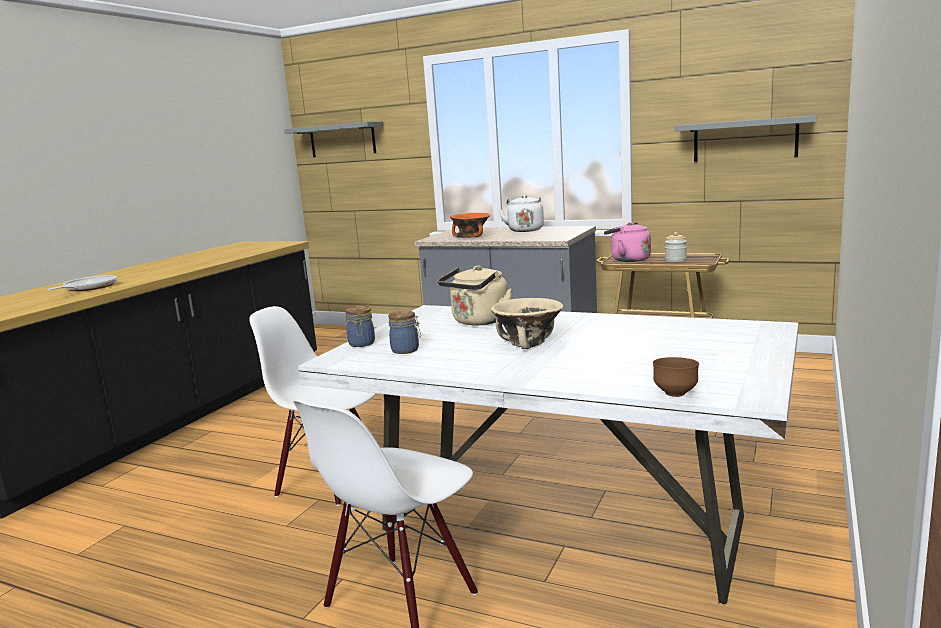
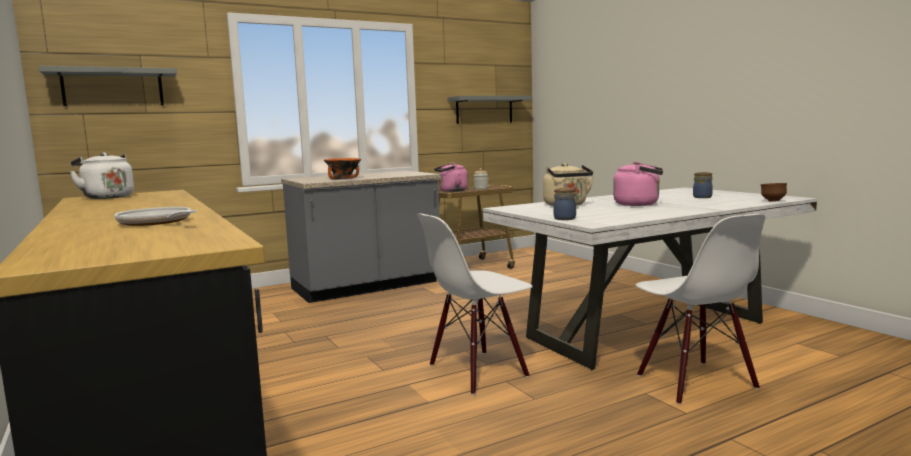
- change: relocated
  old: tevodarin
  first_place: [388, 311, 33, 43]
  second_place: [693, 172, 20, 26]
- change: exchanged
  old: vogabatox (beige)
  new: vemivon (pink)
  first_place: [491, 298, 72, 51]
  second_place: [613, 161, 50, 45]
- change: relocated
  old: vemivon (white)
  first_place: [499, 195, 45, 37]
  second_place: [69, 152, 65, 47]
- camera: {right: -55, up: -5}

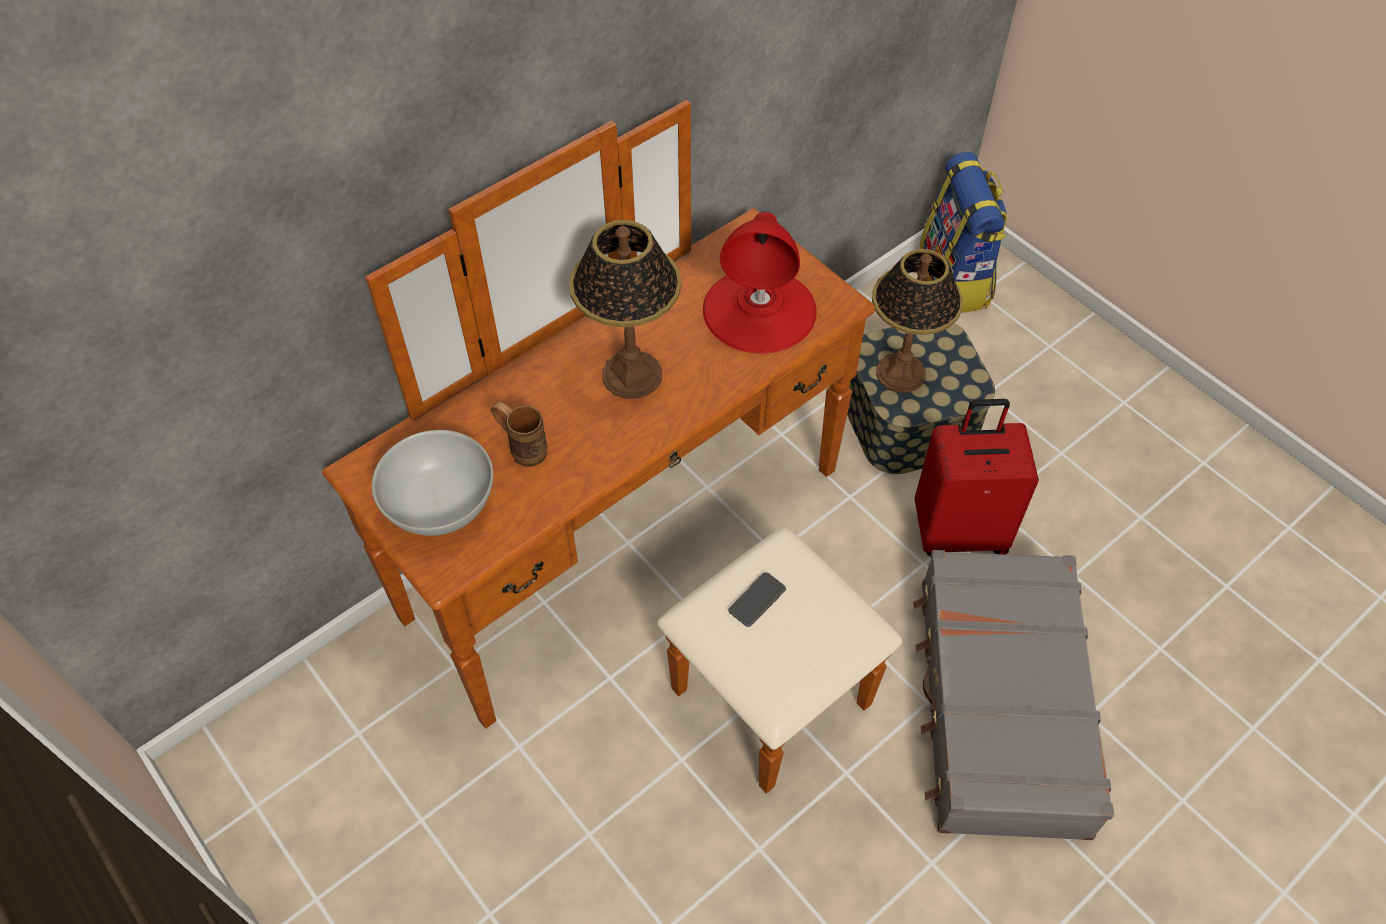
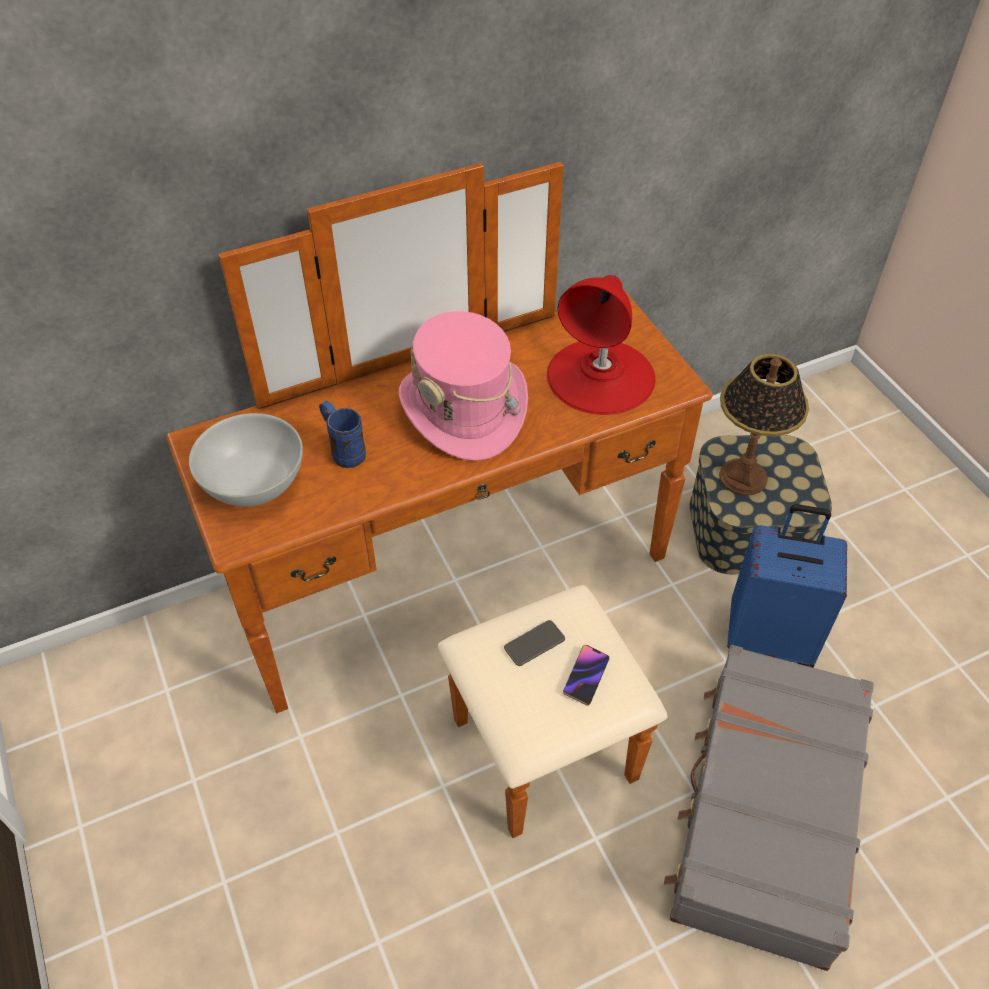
- change: colour
  old: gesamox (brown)
  new: gesamox (blue)
  first_place: [491, 402, 56, 65]
  second_place: [319, 401, 47, 67]
- change: exchanged
  old: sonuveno
  new: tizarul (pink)
  first_place: [569, 220, 112, 179]
  second_place: [399, 311, 129, 150]
- change: colour
  old: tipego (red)
  new: tipego (blue)
  first_place: [915, 399, 124, 157]
  second_place: [727, 504, 120, 164]
- change: missing
  old: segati
  first_place: [920, 152, 87, 161]
- change: appeared
  new: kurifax
  second_place: [563, 645, 47, 61]
- camera: {right: 15, up: -5}

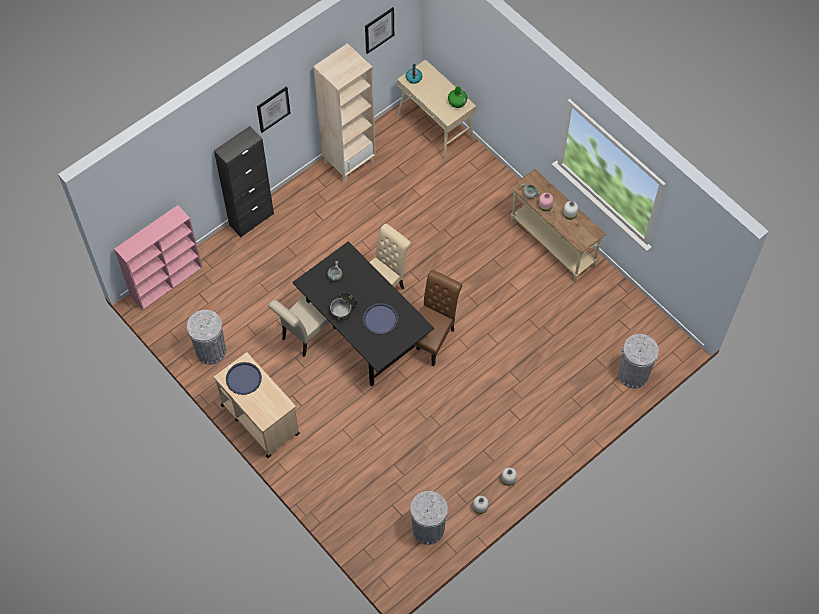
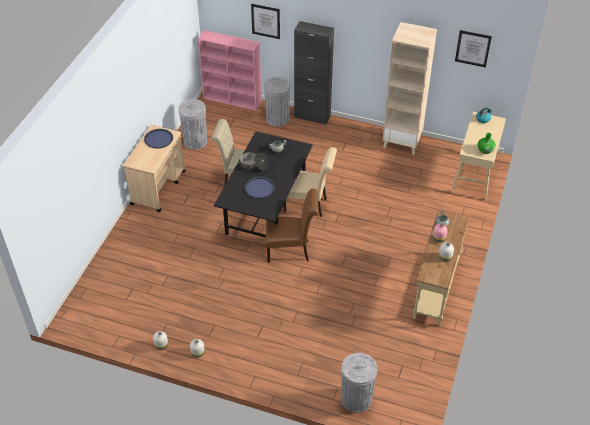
- change: relocated
  old: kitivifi
  first_place: [257, 86, 34, 47]
  second_place: [251, 4, 29, 35]
- change: relocated
  old: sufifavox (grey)
  first_place: [411, 491, 37, 54]
  second_place: [264, 77, 26, 50]
- camera: {right: 60, up: -15}

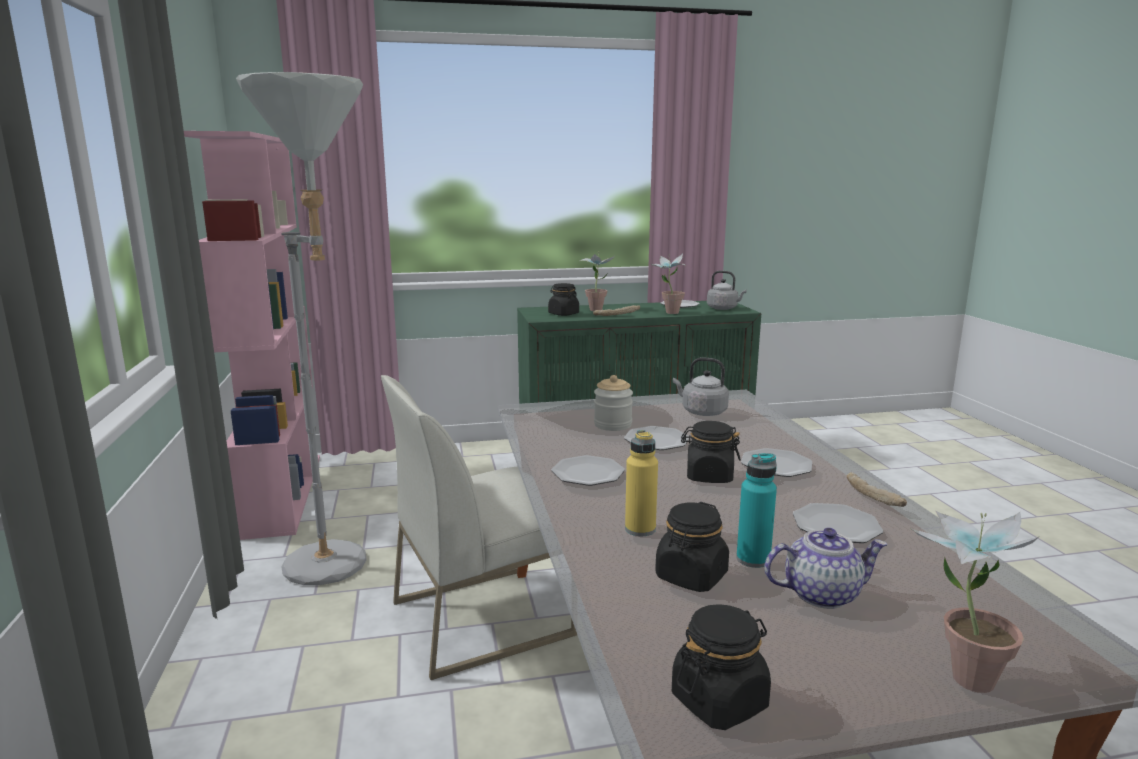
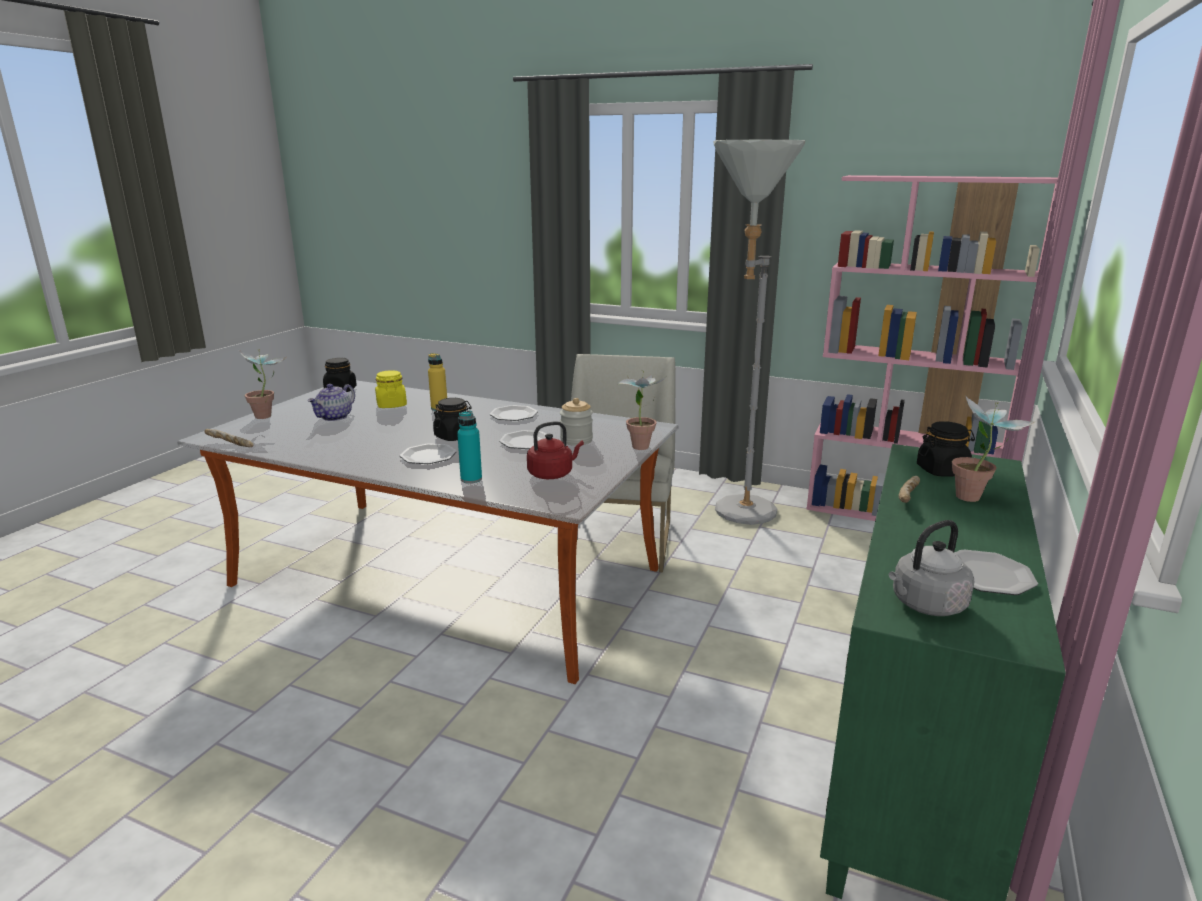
- change: relocated
  old: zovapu
  first_place: [651, 254, 35, 60]
  second_place: [617, 370, 48, 80]
- change: colour
  old: tevodarin (black)
  new: tevodarin (yellow)
  first_place: [655, 502, 74, 90]
  second_place: [375, 370, 32, 38]
- change: colour
  old: vemivon (grey)
  new: vemivon (red)
  first_place: [673, 358, 56, 58]
  second_place: [527, 421, 57, 58]
- change: relocated
  old: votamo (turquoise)
  first_place: [736, 453, 41, 115]
  second_place: [457, 410, 25, 74]
- change: missing
  old: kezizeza
  first_place: [793, 503, 90, 40]
- change: relocated
  old: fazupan
  first_place: [847, 472, 60, 35]
  second_place: [204, 429, 50, 18]
- camera: {right: 125, up: 5}

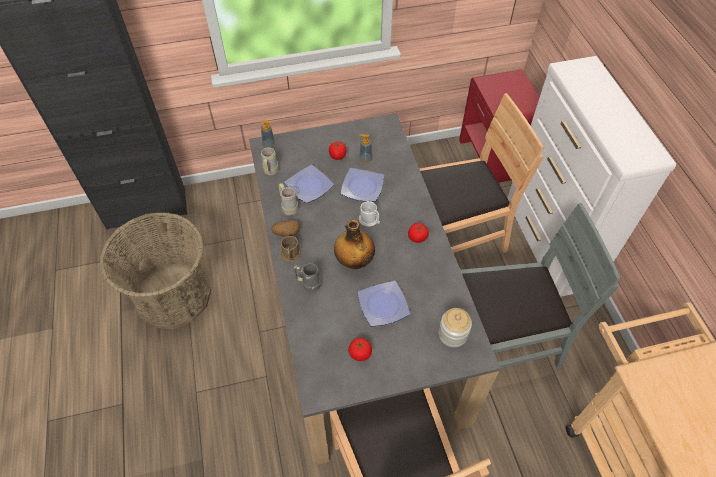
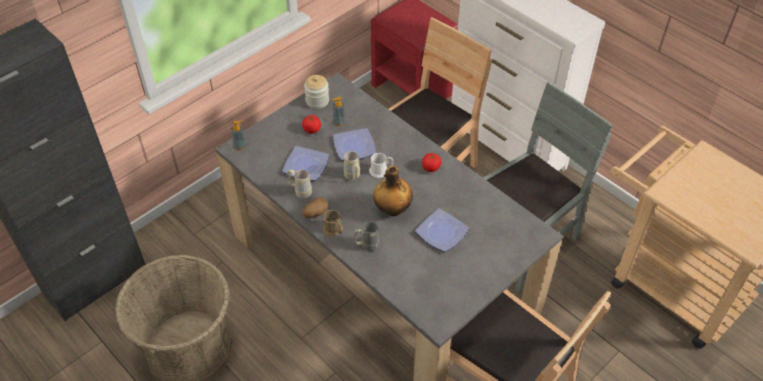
- change: relocated
  old: gesamox (beige)
  first_place: [261, 147, 18, 28]
  second_place: [344, 151, 16, 29]
- change: missing
  old: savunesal
  first_place: [348, 337, 24, 24]
- change: relocated
  old: tevodarin
  first_place: [439, 308, 33, 40]
  second_place: [304, 75, 25, 34]
- camera: {right: -30, up: -5}

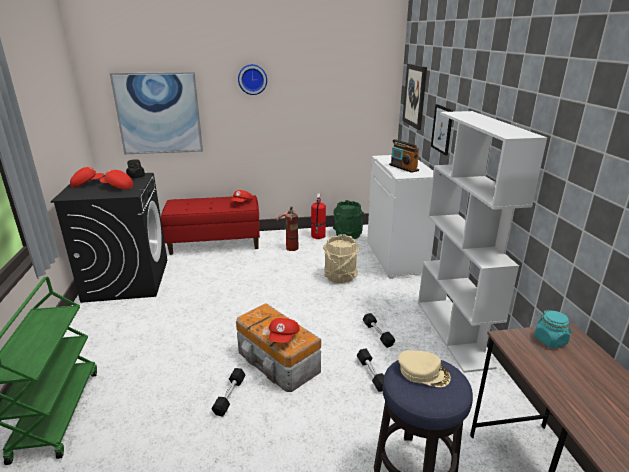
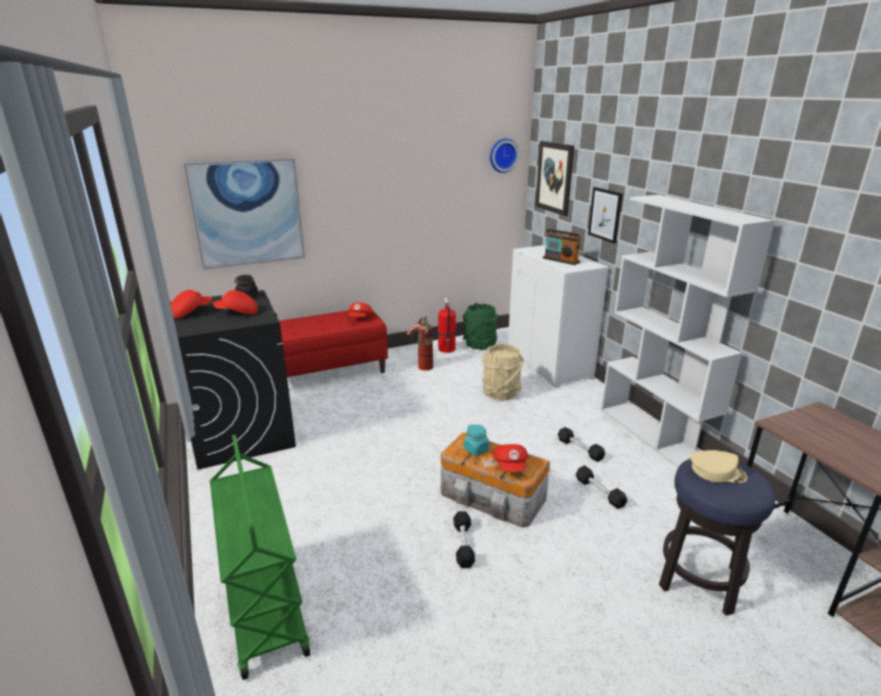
- change: relocated
  old: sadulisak
  first_place: [238, 64, 29, 31]
  second_place: [490, 139, 29, 34]
- change: relocated
  old: tevodarin (turquoise)
  first_place: [534, 310, 38, 38]
  second_place: [464, 424, 26, 32]
- camera: {right: -15, up: 0}

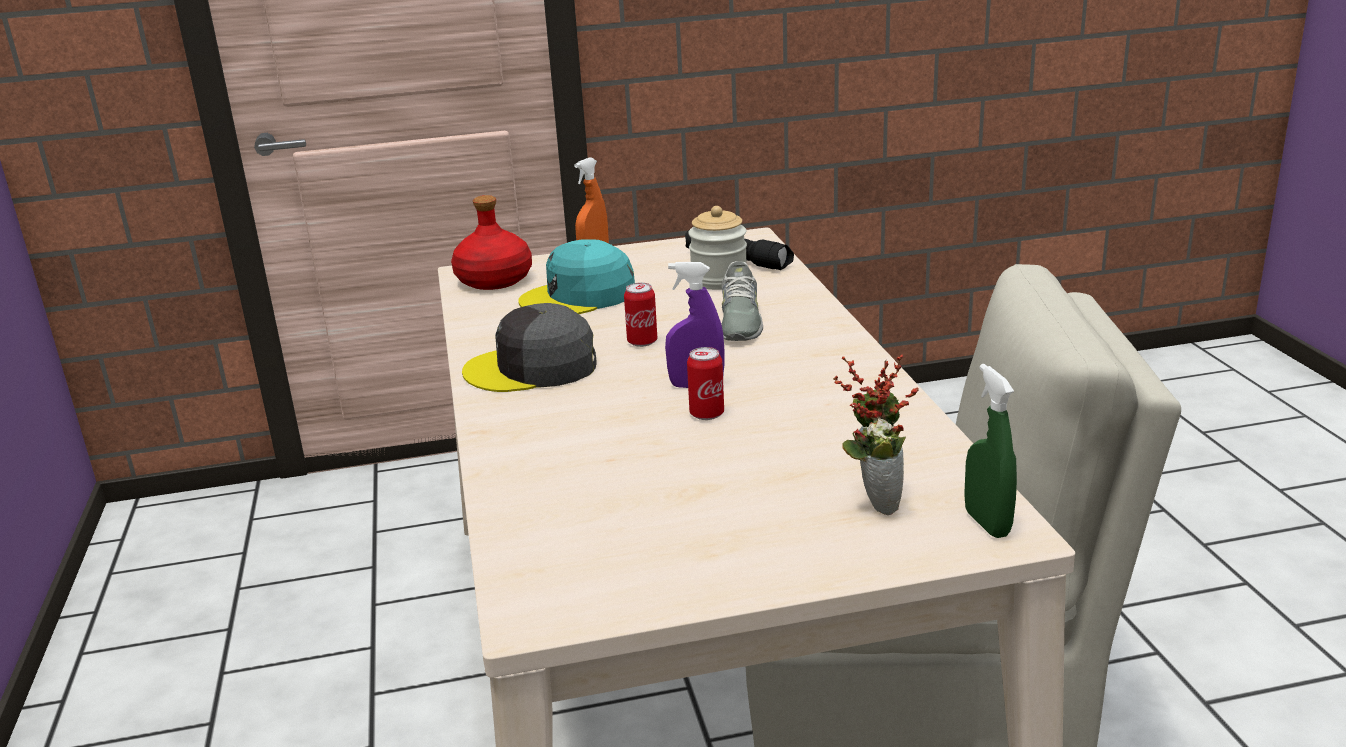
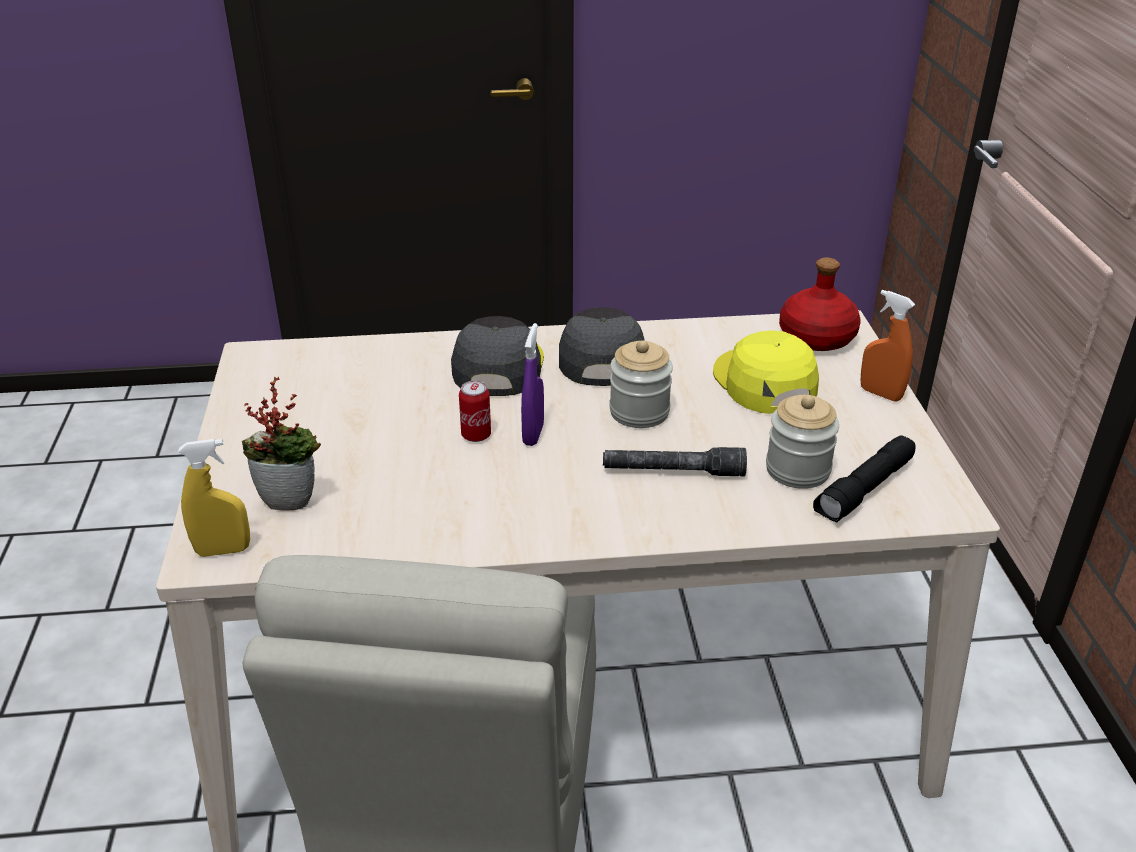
- change: colour
  old: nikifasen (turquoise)
  new: nikifasen (yellow)
  first_place: [518, 239, 117, 75]
  second_place: [713, 330, 106, 84]
- change: exchanged
  old: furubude
  new: tevodarin
  first_place: [624, 283, 33, 64]
  second_place: [609, 340, 64, 88]
- change: exchanged
  old: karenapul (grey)
  new: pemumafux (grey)
  first_place: [721, 261, 42, 80]
  second_place: [603, 447, 144, 29]
- change: colour
  old: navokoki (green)
  new: navokoki (yellow)
  first_place: [964, 364, 53, 174]
  second_place: [179, 439, 71, 118]
- change: appeared
  new: nikifasen (grey)
  second_place: [451, 316, 93, 80]
- camera: {right: 95, up: 10}

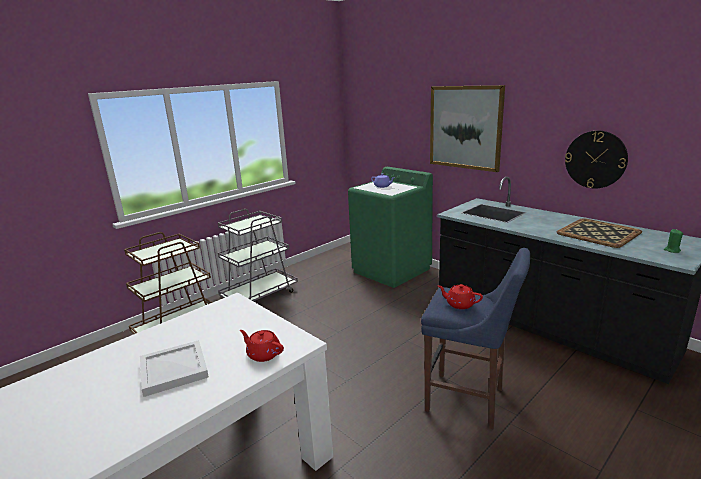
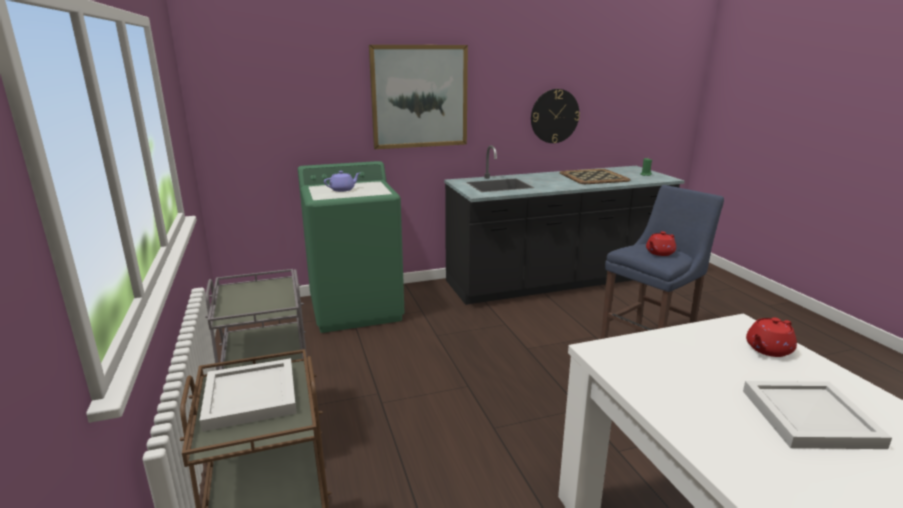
- change: appeared
  new: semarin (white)
  second_place: [199, 358, 98, 74]
- camera: {right: -65, up: 0}

